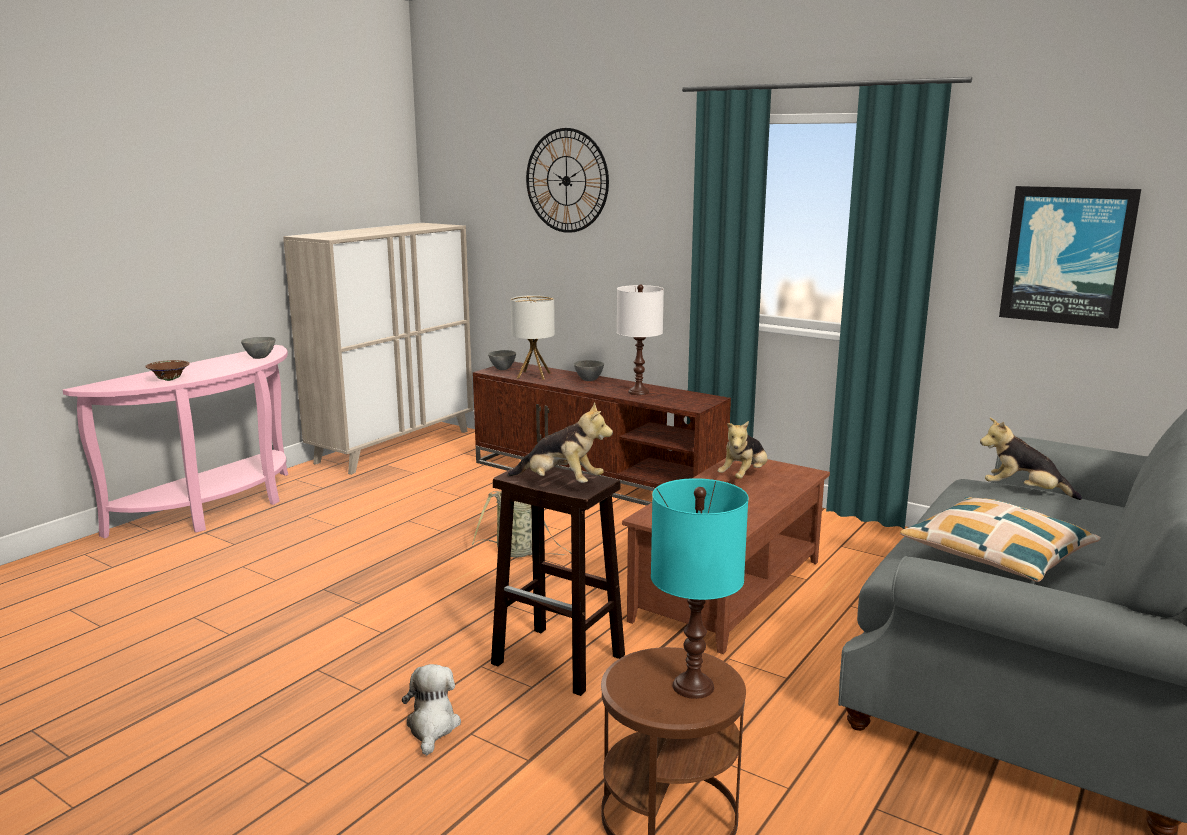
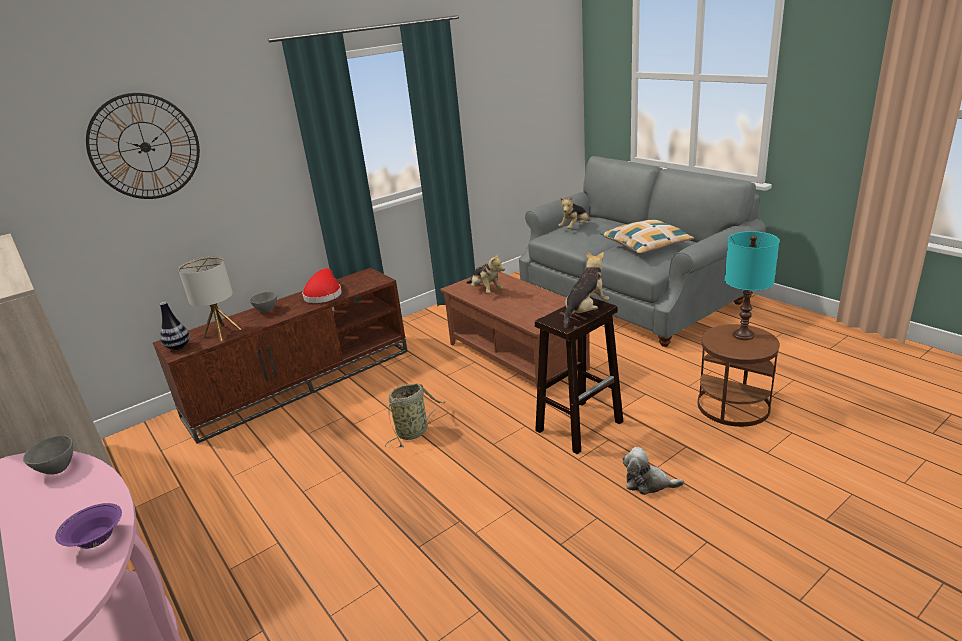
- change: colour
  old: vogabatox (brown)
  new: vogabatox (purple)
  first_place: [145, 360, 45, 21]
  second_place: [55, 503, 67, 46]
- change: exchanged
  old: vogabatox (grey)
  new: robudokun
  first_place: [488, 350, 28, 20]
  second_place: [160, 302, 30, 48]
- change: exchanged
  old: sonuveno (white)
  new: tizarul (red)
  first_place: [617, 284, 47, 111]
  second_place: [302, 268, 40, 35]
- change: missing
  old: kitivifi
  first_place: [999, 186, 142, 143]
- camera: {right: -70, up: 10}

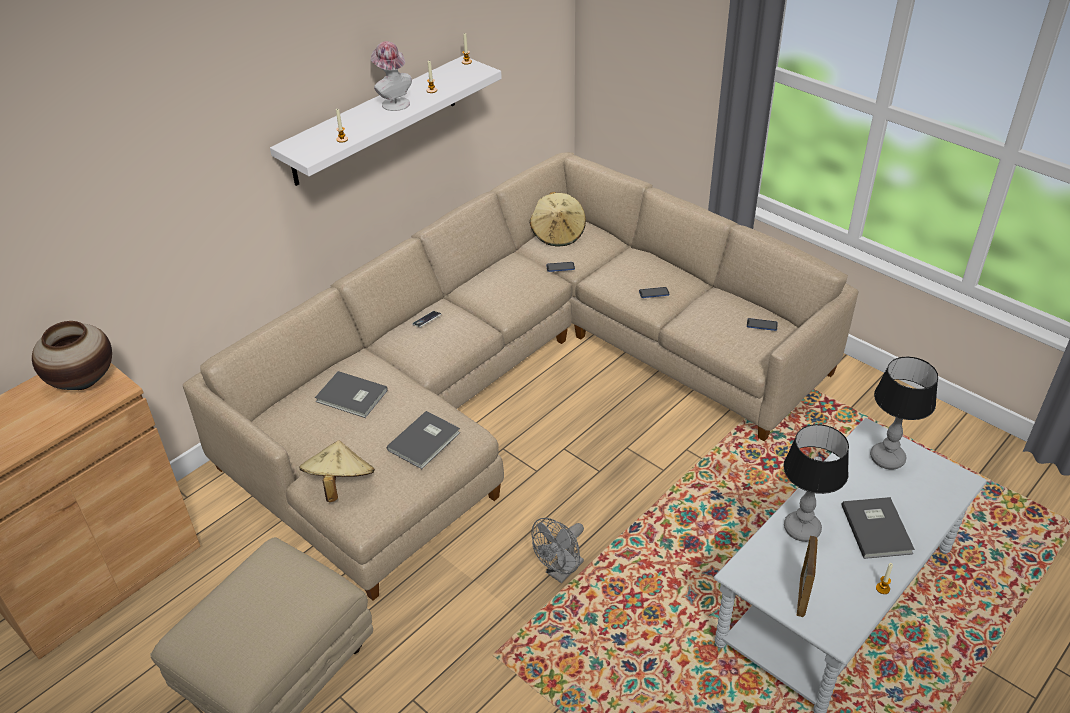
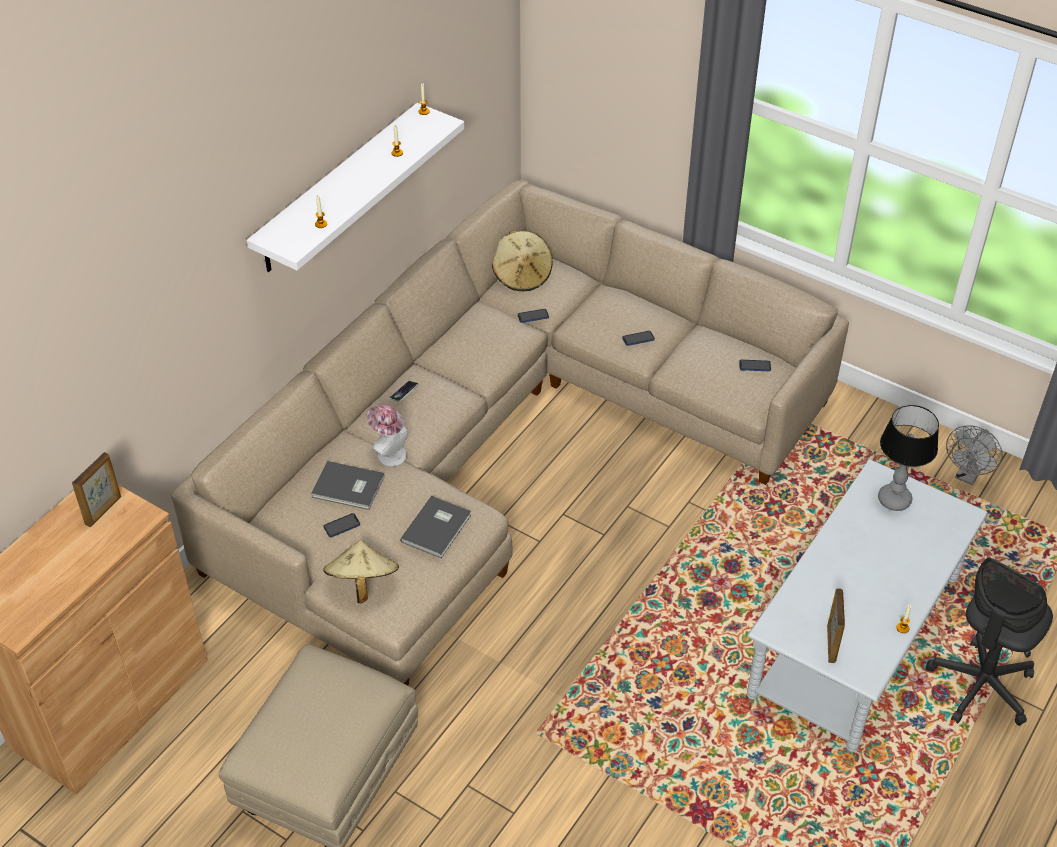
- change: exchanged
  old: robudokun
  new: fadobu
  first_place: [32, 321, 80, 69]
  second_place: [72, 452, 49, 75]
- change: relocated
  old: tizarul
  first_place: [370, 41, 42, 70]
  second_place: [367, 404, 41, 63]
- change: relocated
  old: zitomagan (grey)
  first_place: [531, 518, 53, 65]
  second_place: [946, 425, 56, 60]
- change: missing
  old: sonuveno
  first_place: [783, 424, 66, 118]
- change: missing
  old: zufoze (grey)
  first_place: [842, 497, 73, 62]
- change: appeared
  new: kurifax
  second_place: [323, 513, 37, 25]
- change: appeared
  new: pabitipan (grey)
  second_place: [926, 557, 127, 169]
- camera: {right: -10, up: 5}

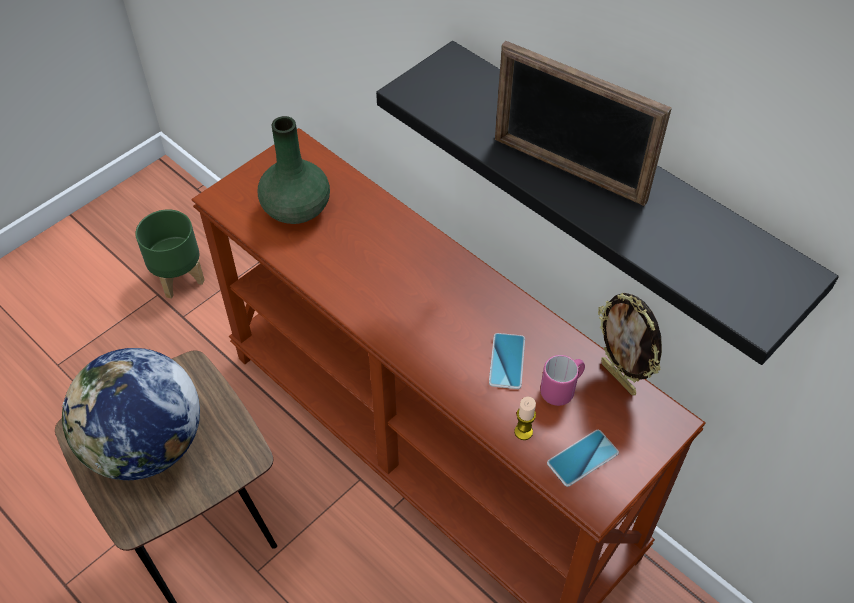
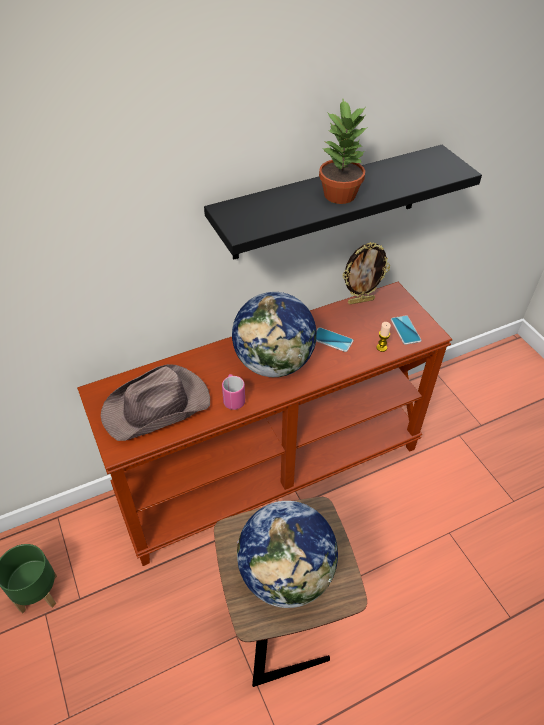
- change: exchanged
  old: robudokun (green)
  new: tizarul (brown)
  first_place: [258, 116, 72, 108]
  second_place: [101, 364, 109, 77]
- change: exchanged
  old: fadobu
  new: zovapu
  first_place: [495, 41, 177, 165]
  second_place: [319, 99, 49, 105]
- change: relocated
  old: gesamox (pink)
  first_place: [540, 355, 45, 51]
  second_place: [222, 374, 23, 36]
- change: appeared
  new: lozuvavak
  second_place: [232, 292, 85, 85]
- camera: {right: -70, up: -5}

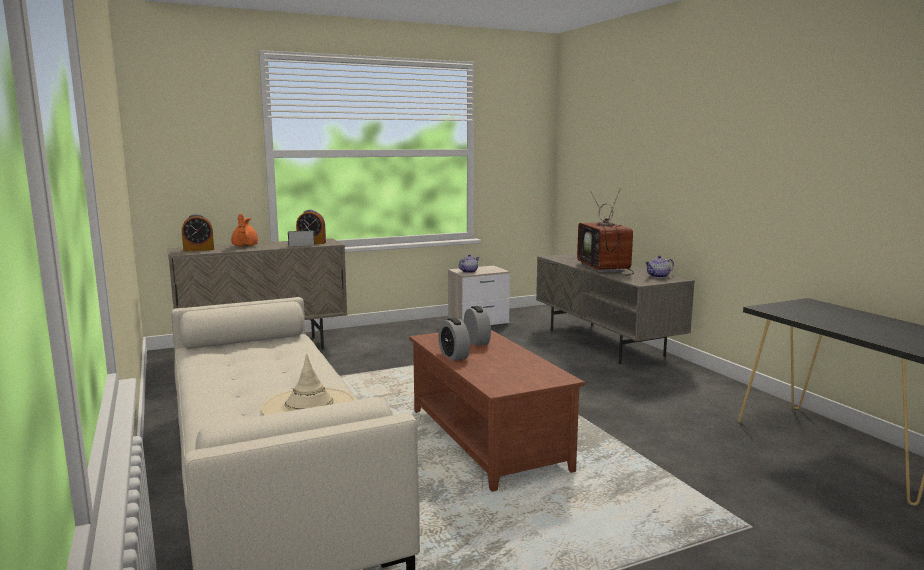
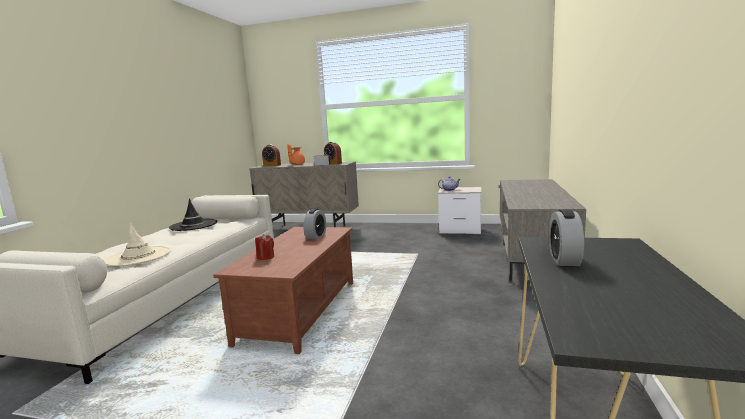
- change: relocated
  old: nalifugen
  first_place: [439, 318, 31, 43]
  second_place: [549, 209, 35, 57]
- change: missing
  old: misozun
  first_place: [577, 188, 57, 88]
- change: missing
  old: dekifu
  first_place: [645, 256, 29, 22]
- change: appeared
  new: tizarul (black)
  second_place: [169, 198, 48, 33]
- change: appeared
  new: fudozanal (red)
  second_place: [255, 234, 19, 26]
- camera: {right: 40, up: 0}

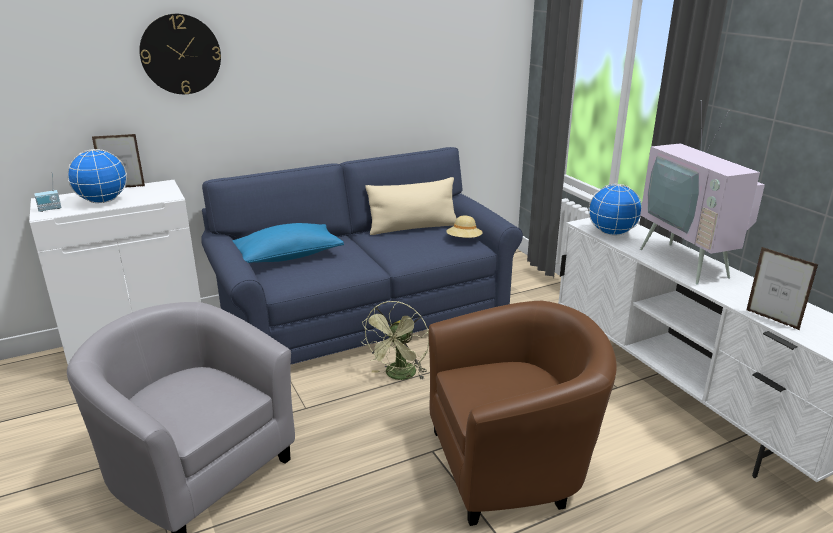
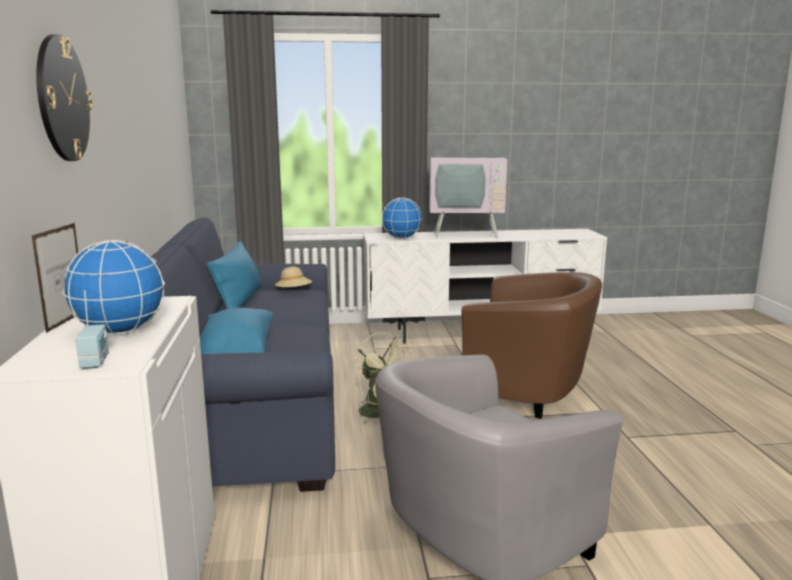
- change: colour
  old: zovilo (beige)
  new: zovilo (blue)
  first_place: [365, 177, 92, 58]
  second_place: [207, 241, 54, 68]
- change: spun
  old: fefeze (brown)
  first_place: [429, 301, 188, 225]
  second_place: [461, 272, 141, 147]
  degrees: 105
- change: missing
  old: fadobu
  first_place: [746, 247, 73, 83]
- camera: {right: -70, up: -10}

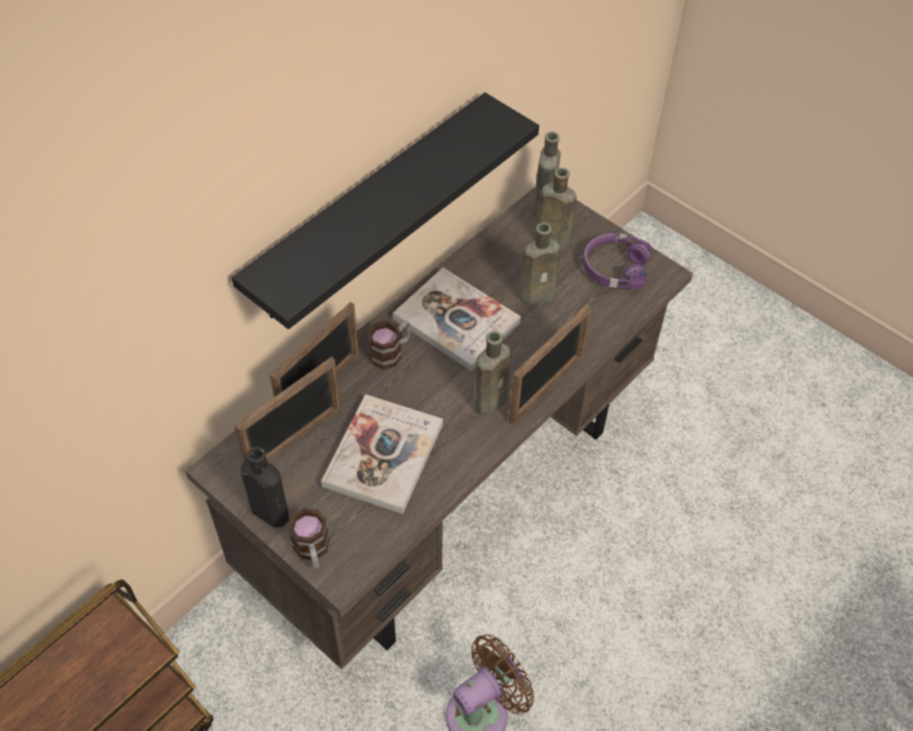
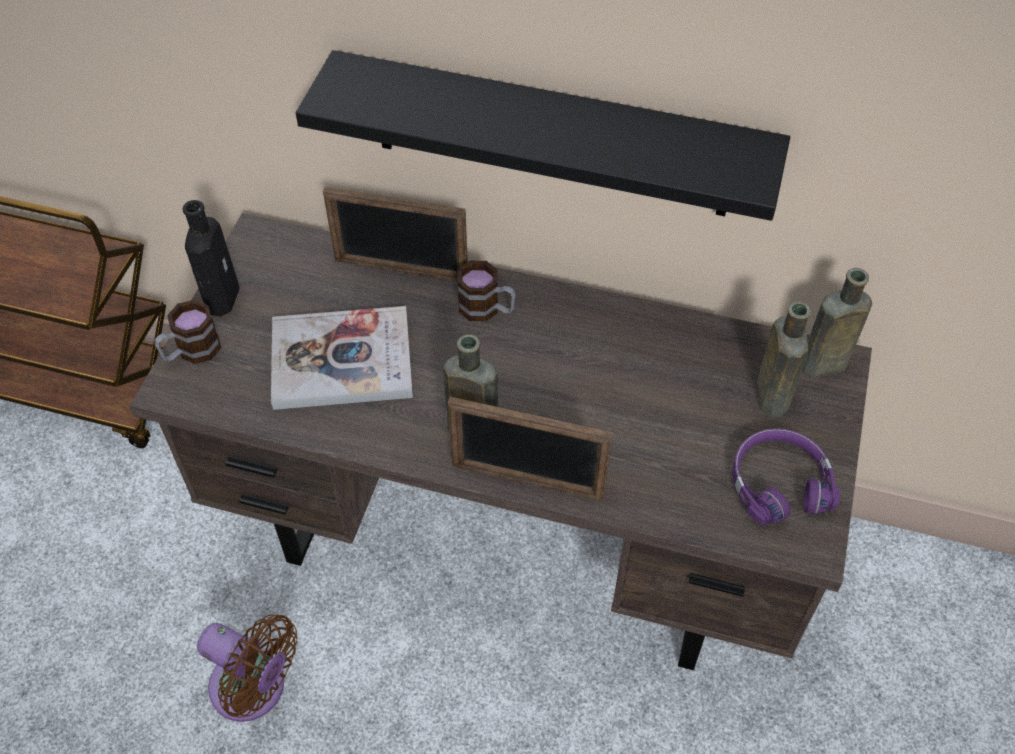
- change: missing
  old: fadobu
  first_place: [235, 357, 106, 105]
- change: missing
  old: zufoze
  first_place: [393, 268, 128, 104]
- change: missing
  old: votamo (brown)
  first_place: [520, 223, 40, 83]
- camera: {right: 65, up: 0}

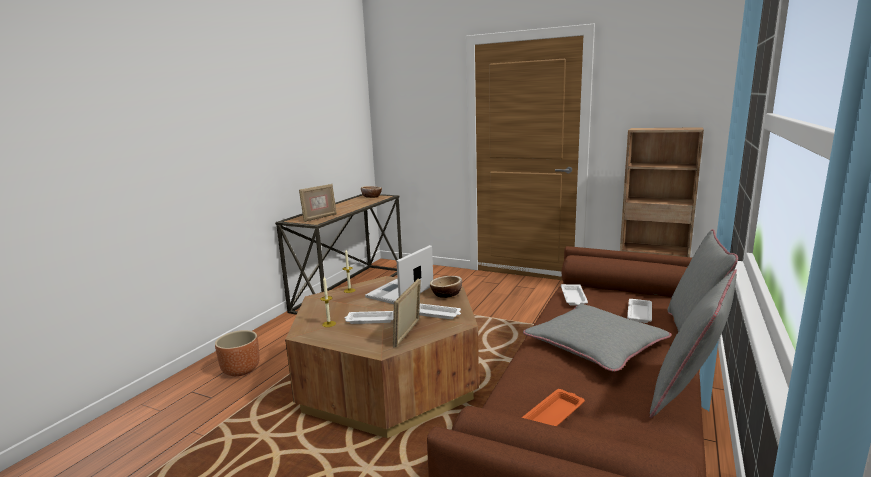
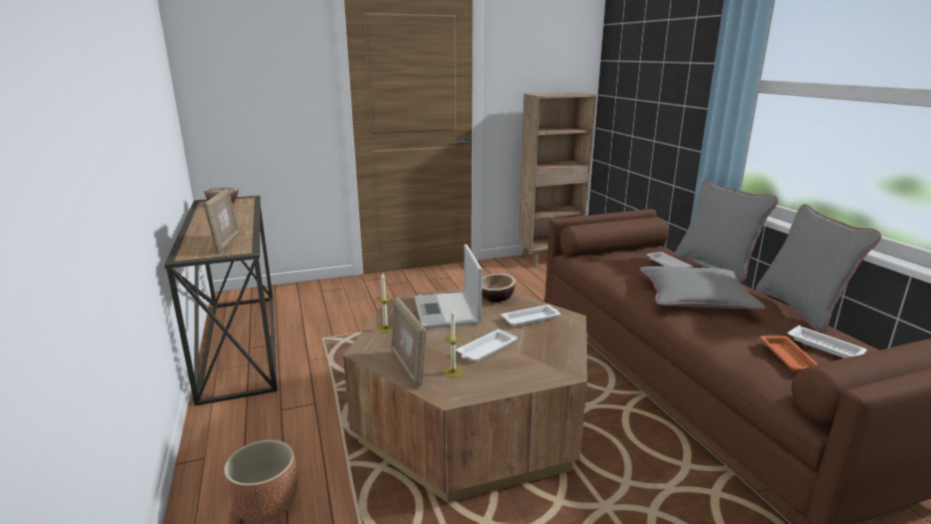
- change: relocated
  old: fadobu
  first_place: [393, 279, 28, 68]
  second_place: [391, 297, 35, 92]
- change: relocated
  old: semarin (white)
  first_place: [561, 284, 27, 21]
  second_place: [787, 325, 80, 33]
- camera: {right: -45, up: 5}

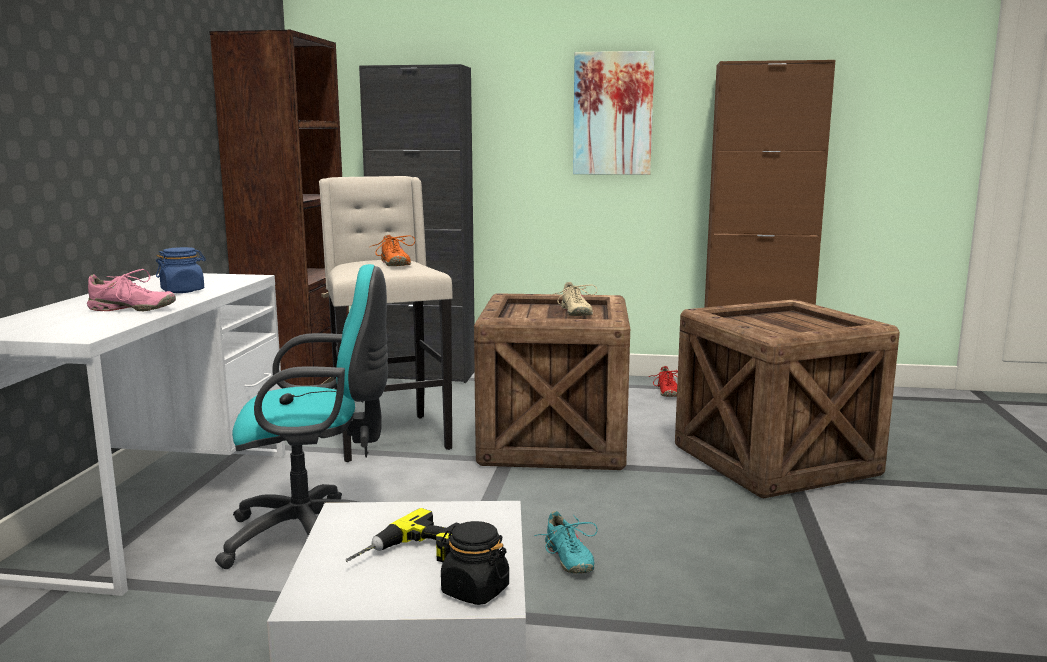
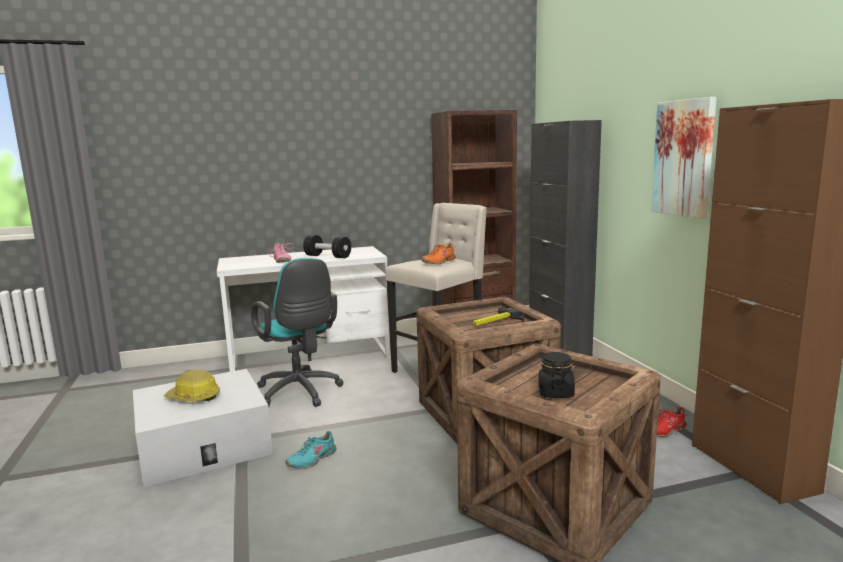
- change: exchanged
  old: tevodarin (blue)
  new: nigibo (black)
  first_place: [156, 247, 50, 46]
  second_place: [303, 235, 48, 23]
- change: exchanged
  old: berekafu
  new: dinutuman
  first_place: [346, 508, 114, 54]
  second_place: [164, 369, 56, 32]
- change: relocated
  old: tevodarin (black)
  first_place: [441, 521, 68, 84]
  second_place: [538, 352, 37, 46]
- change: exchanged
  old: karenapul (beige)
  new: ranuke
  first_place: [551, 282, 46, 34]
  second_place: [473, 306, 51, 20]
- camera: {right: 65, up: 0}

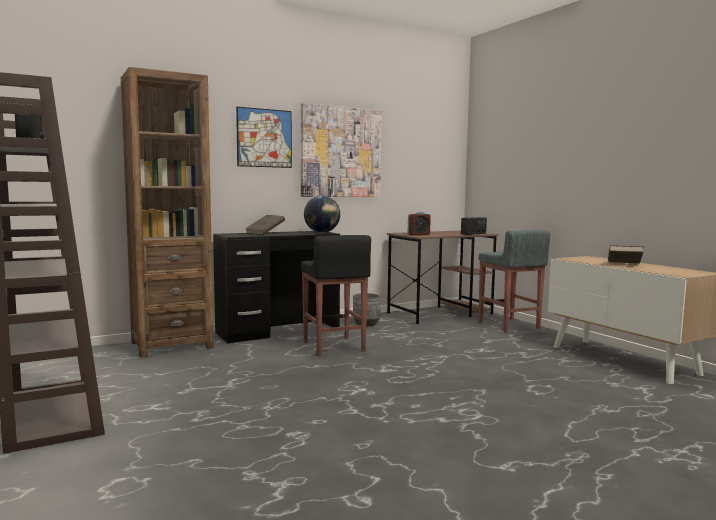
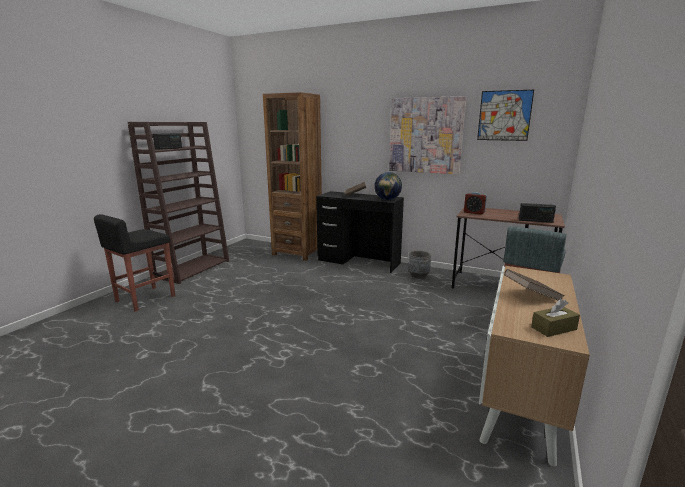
- change: relocated
  old: kitivifi
  first_place: [236, 107, 56, 61]
  second_place: [477, 90, 57, 51]
- change: relocated
  old: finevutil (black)
  first_place: [301, 235, 70, 121]
  second_place: [94, 214, 81, 98]
- change: appeared
  new: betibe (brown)
  second_place: [531, 299, 49, 38]
- camera: {right: 55, up: 10}

